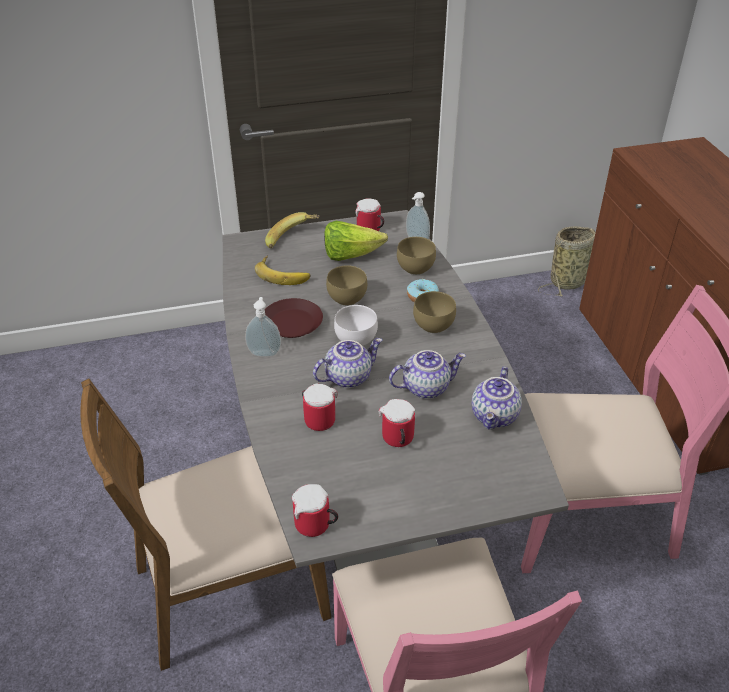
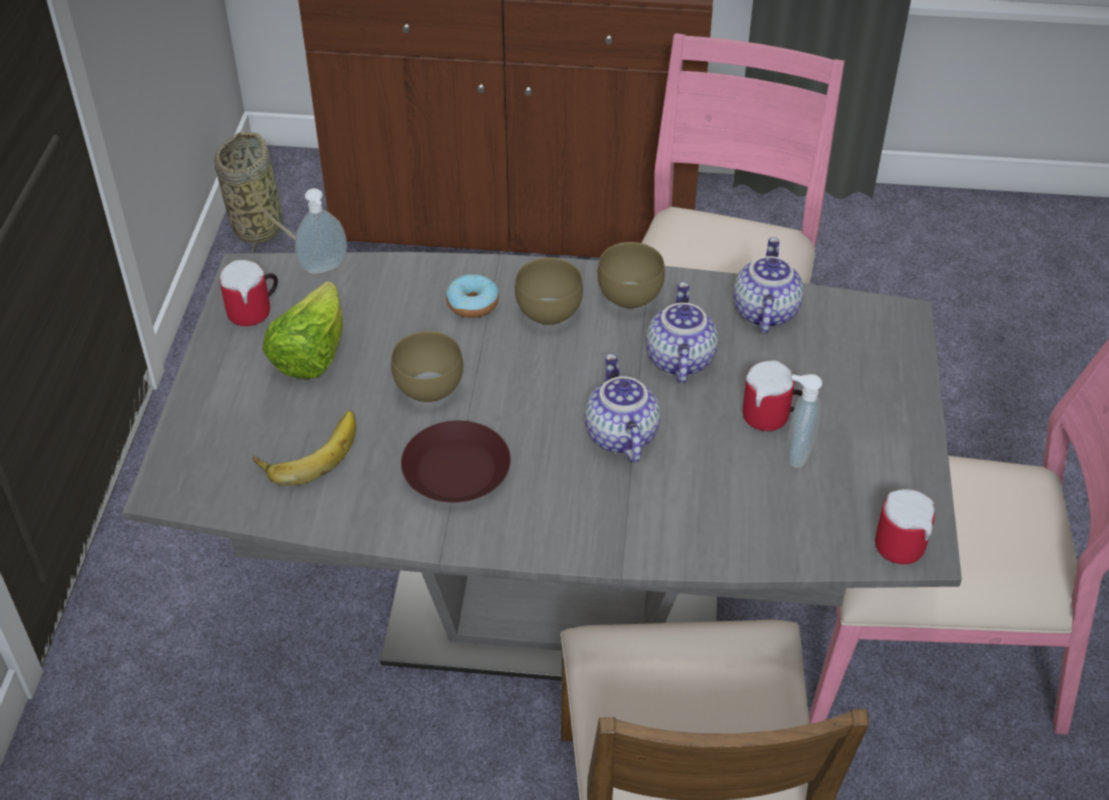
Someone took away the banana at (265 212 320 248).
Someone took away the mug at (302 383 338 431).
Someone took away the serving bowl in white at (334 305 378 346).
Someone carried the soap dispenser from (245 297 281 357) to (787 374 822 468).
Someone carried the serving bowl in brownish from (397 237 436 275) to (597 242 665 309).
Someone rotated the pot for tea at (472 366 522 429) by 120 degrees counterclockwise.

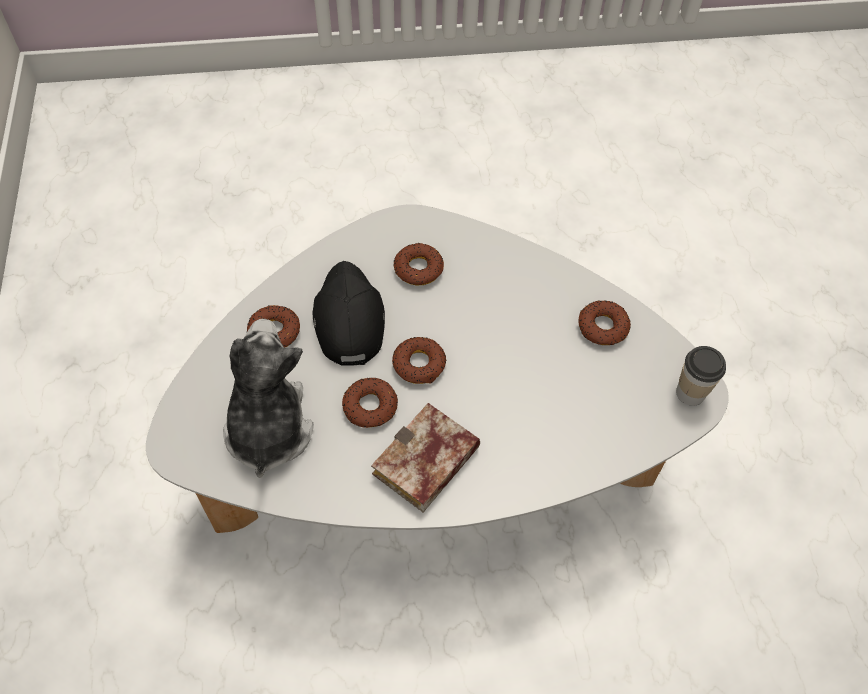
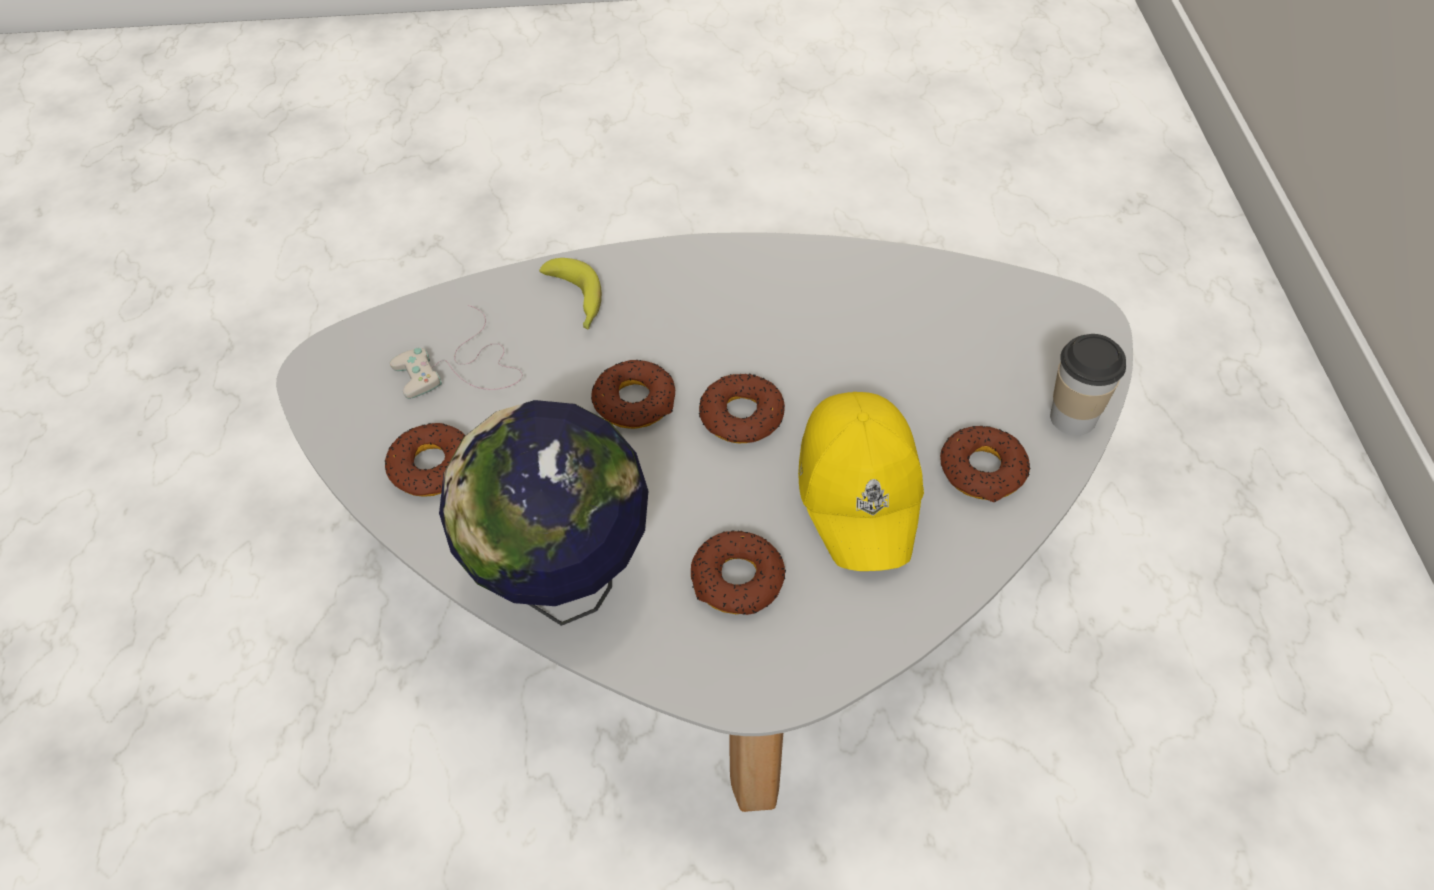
Someone took away the plush toy at (223 319 314 478).
Someone took away the volume at (371 403 480 512).
Someone put down the game controller in white at (390 305 523 399).
Someone put down the desk globe at (439 400 648 626).
Someone put down the banana at (539 258 602 329).
Someone carried the donut from (342 377 398 428) to (591 359 675 429).
Someone carried the small cup from (676 346 726 406) to (1050 334 1126 435).
Someone repainted the baseball cap in black at (313 261 385 366), which became the baseball cap in yellowish at (798 392 924 571).

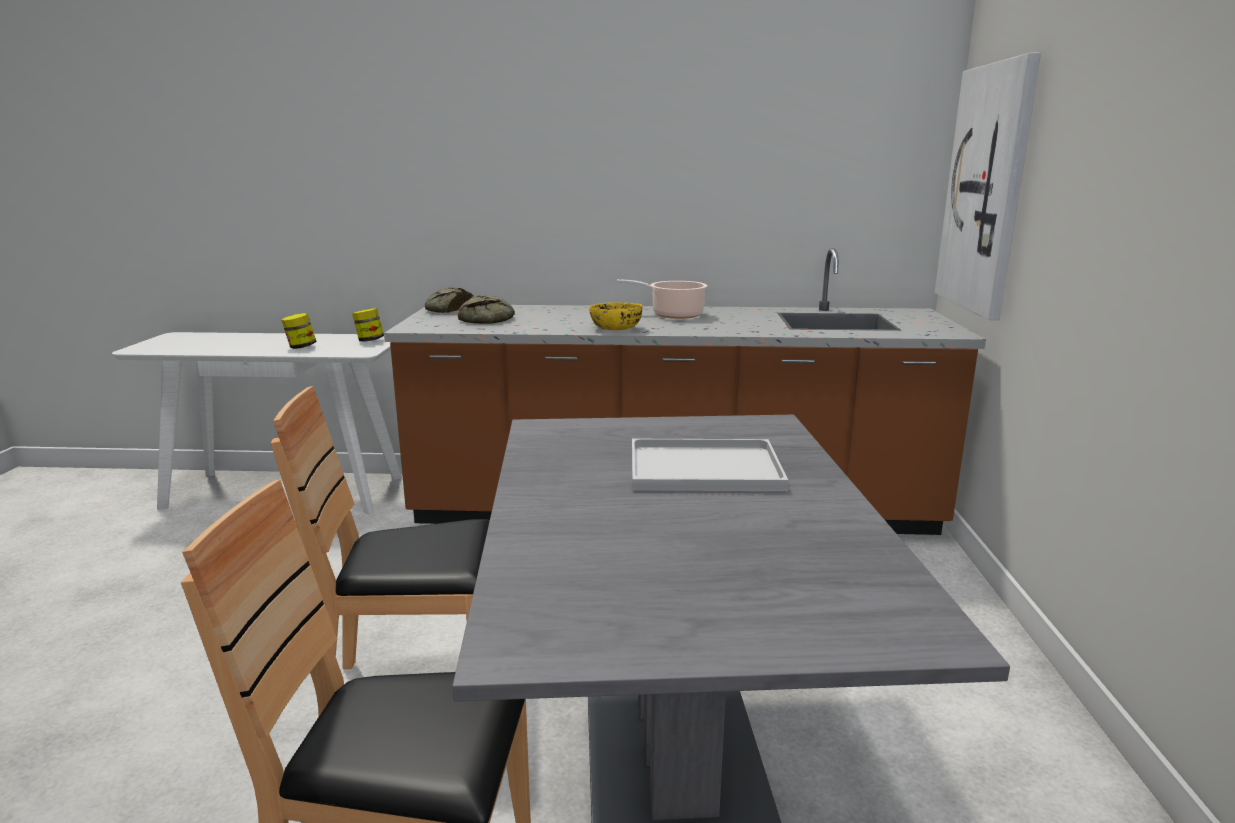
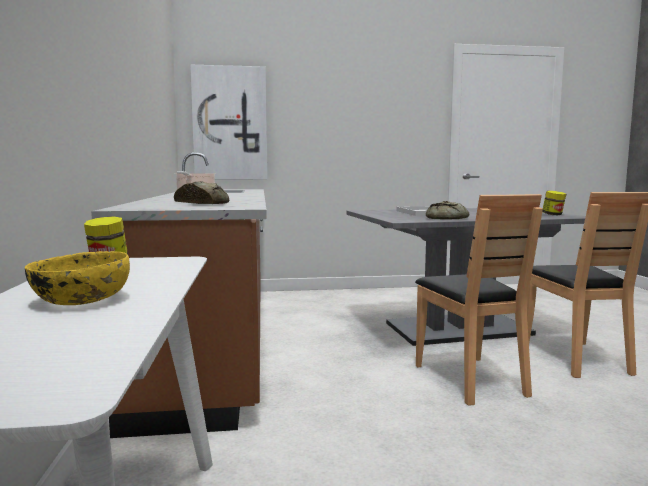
Someone carried the storage jar from (281 313 317 349) to (542 191 566 215).
Someone carried the bakery bread from (425 288 473 313) to (426 201 469 220).
Someone carried the serving bowl in yellowish from (589 302 642 330) to (25 251 130 305).

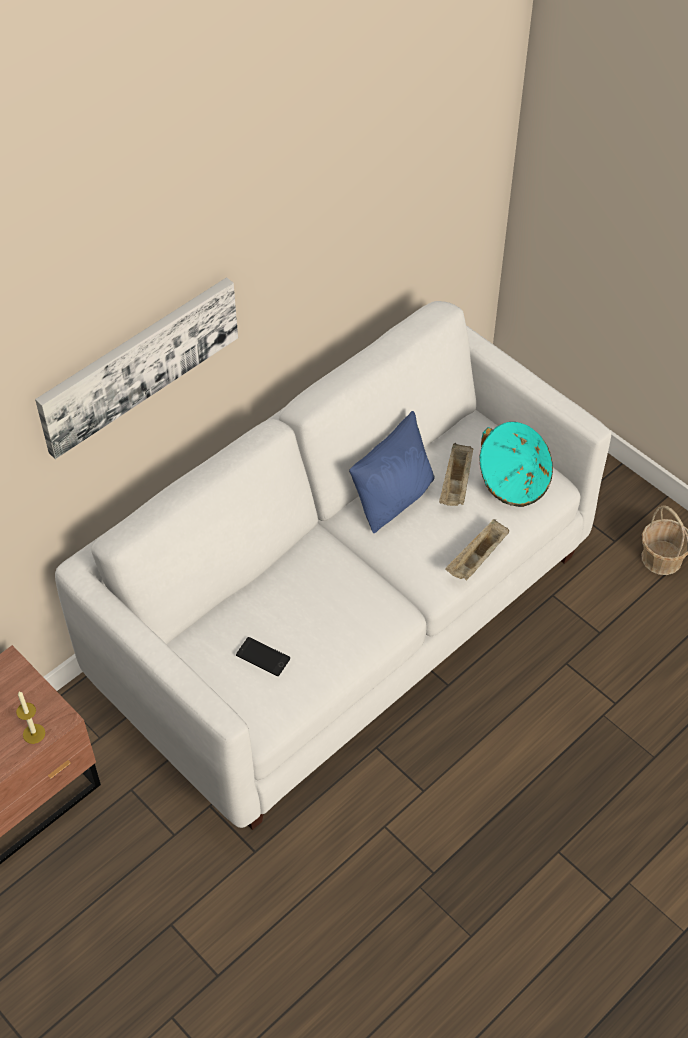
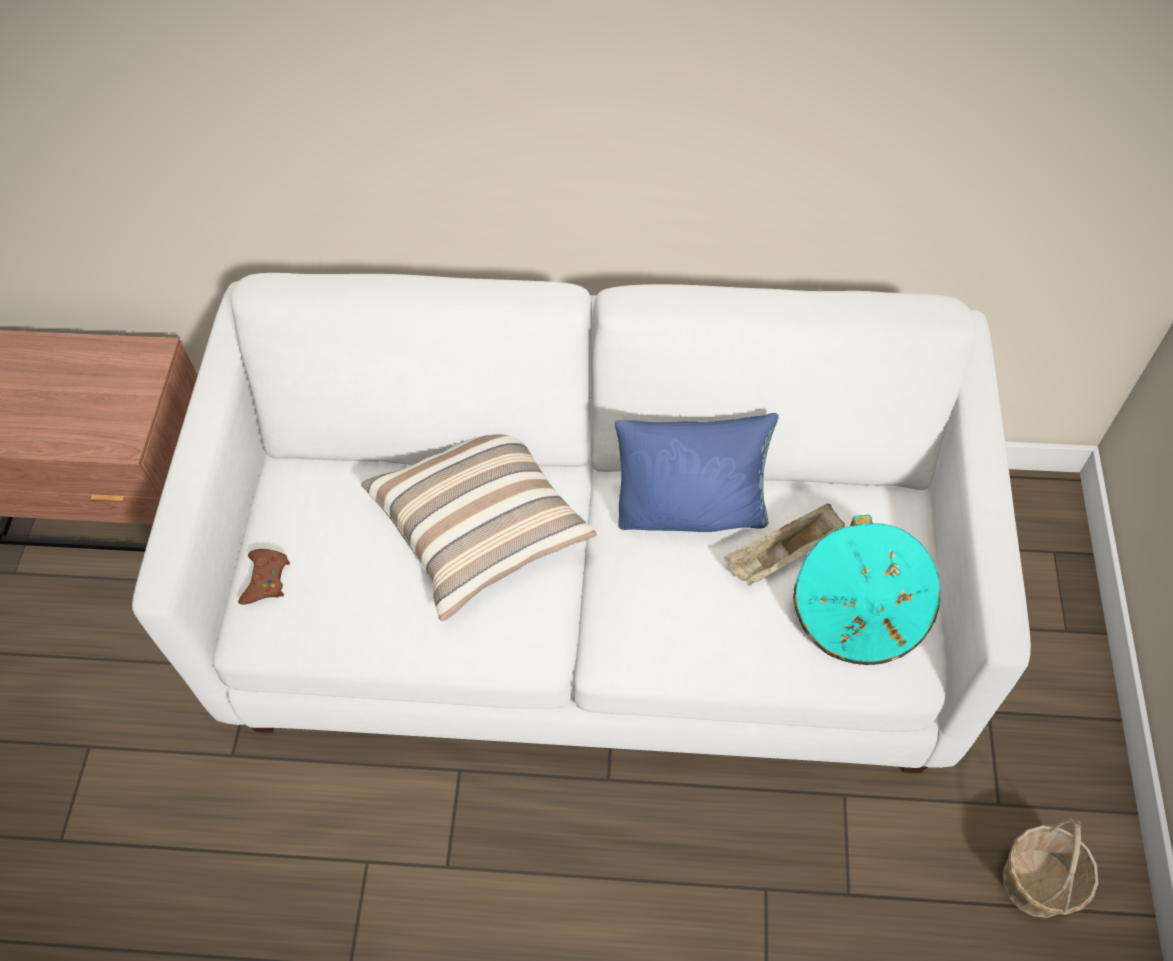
Someone took away the wax light at (16 691 45 744).
Someone took away the wall art at (35 277 238 459).
Someone took away the phone at (236 637 290 676).
Someone took away the carrying tray in sand-coloured at (445 519 509 581).
Someone put down the game controller in brownish at (238 549 290 605).
Someone put down the throw pillow at (361 434 597 621).

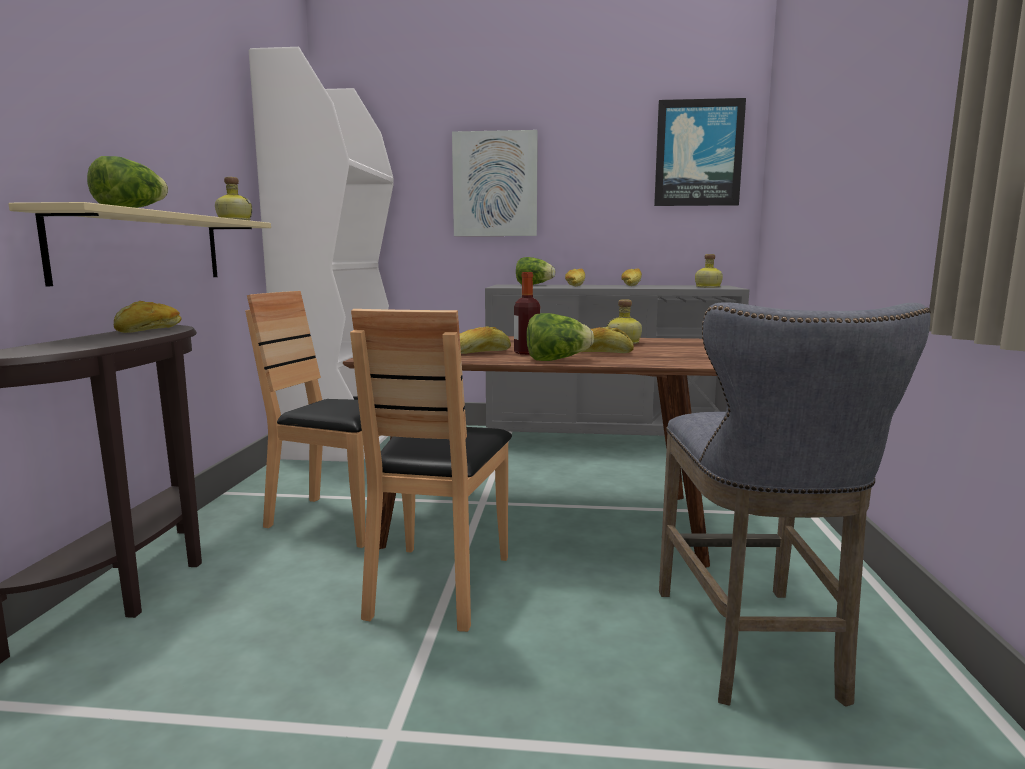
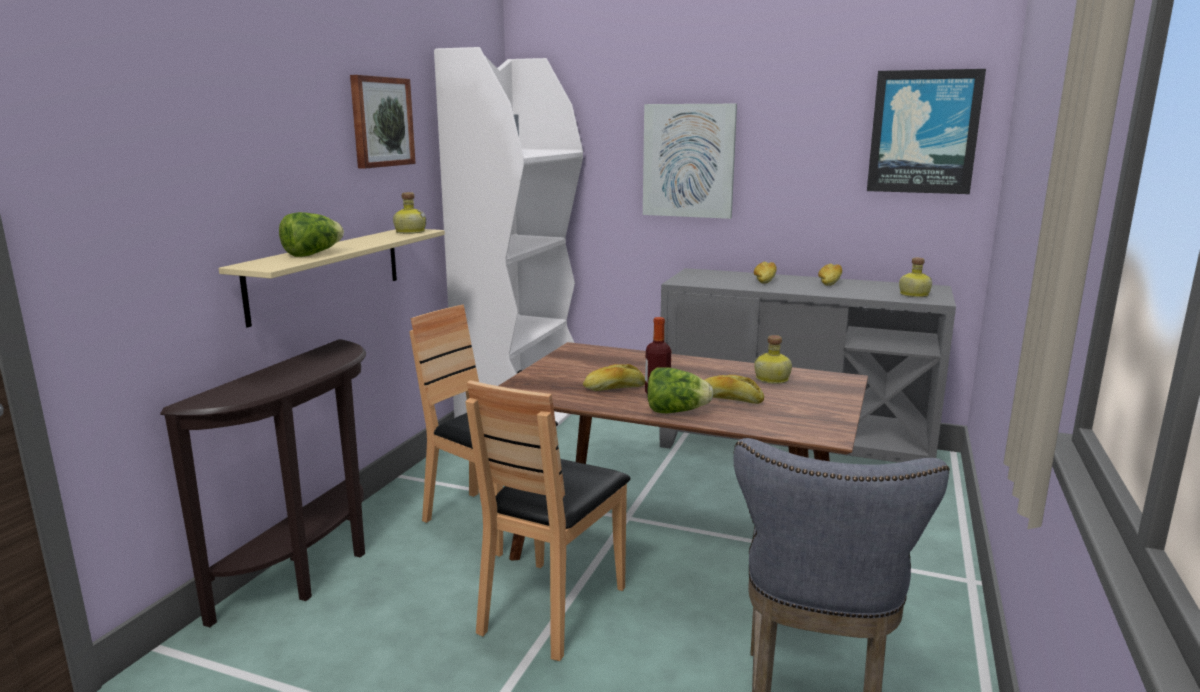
Someone took away the bakery bread at (114 301 181 333).
Someone took away the lettuce at (516 257 555 285).
Someone put up the wall art at (350 75 416 169).

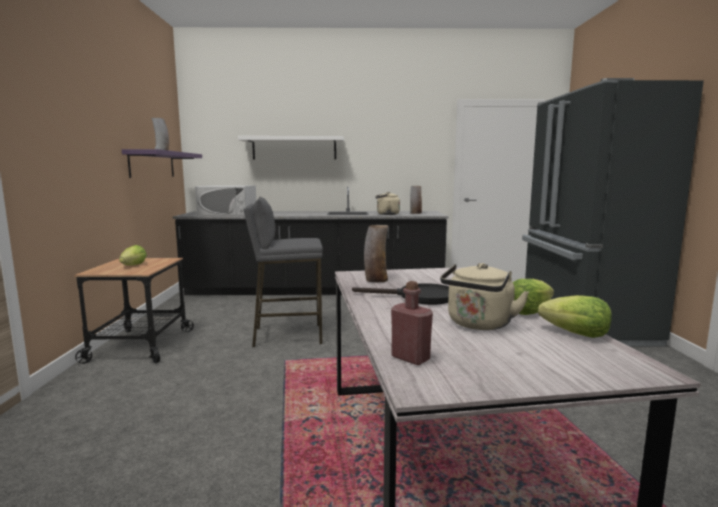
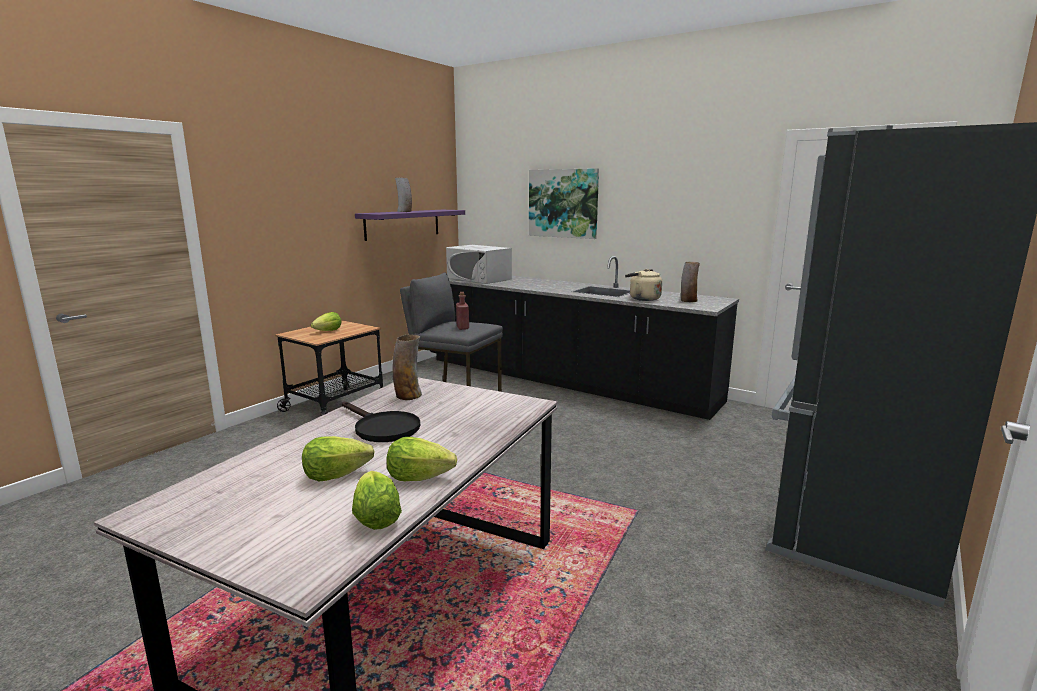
Someone carried the bottle in reddish from (391 281 433 365) to (456 292 469 330).
Someone swapped the shelf in white at (238 136 344 159) for the wall art at (529 168 599 239).
Someone swapped the kettle in sand-coloured at (440 263 529 330) for the lettuce at (302 436 374 481).

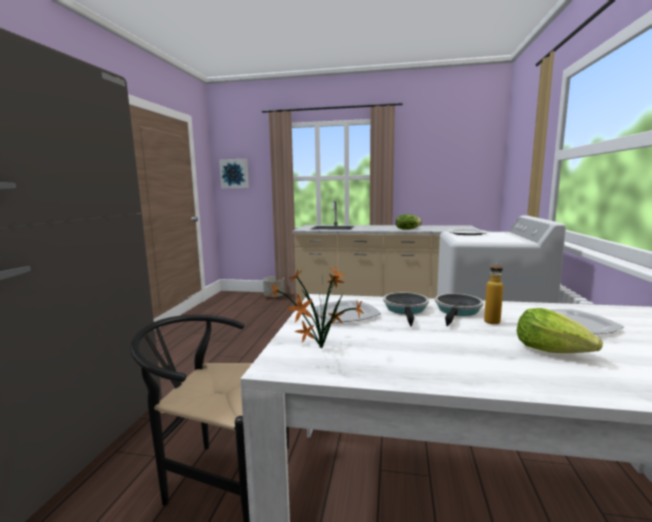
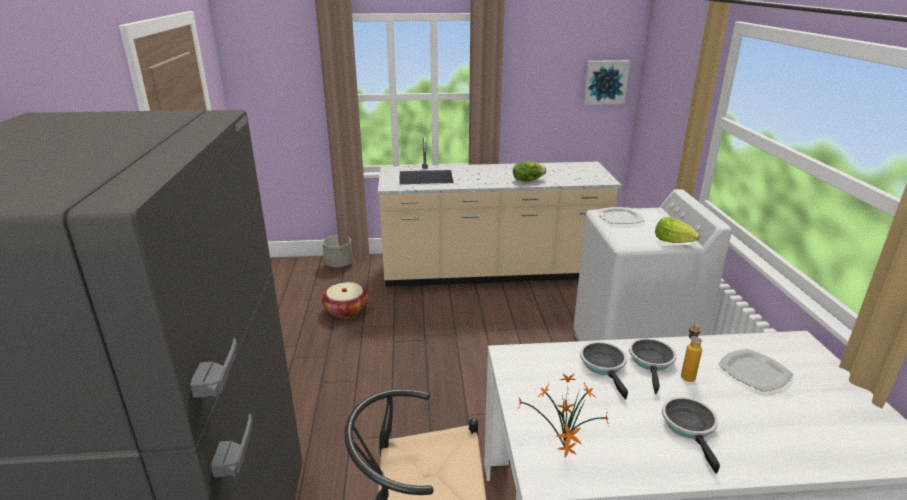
Someone took away the flat dish at (315 300 381 323).
Someone put down the storage basket at (322 282 369 318).
Someone put down the pan at (662 397 720 474).
Someone carried the wall art from (219 159 249 189) to (583 60 630 105).
Someone carried the lettuce from (517 308 603 353) to (655 217 700 243).

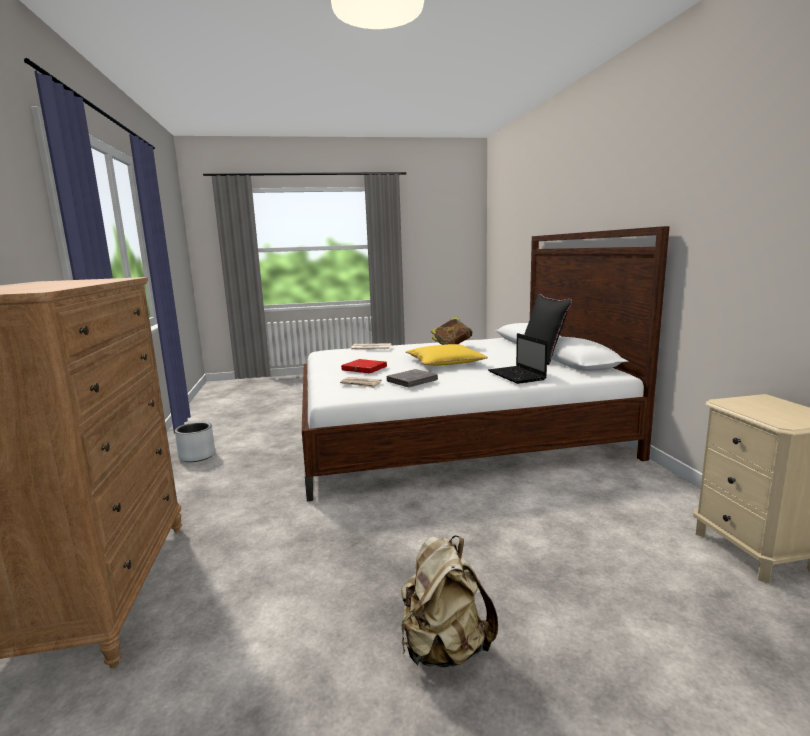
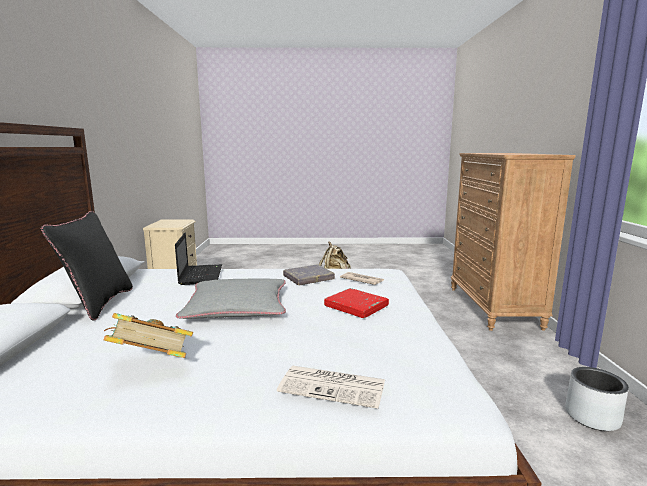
Someone repainted the throw pillow in yellowish at (406 344 488 366), which became the throw pillow in gray at (176 278 286 319).

